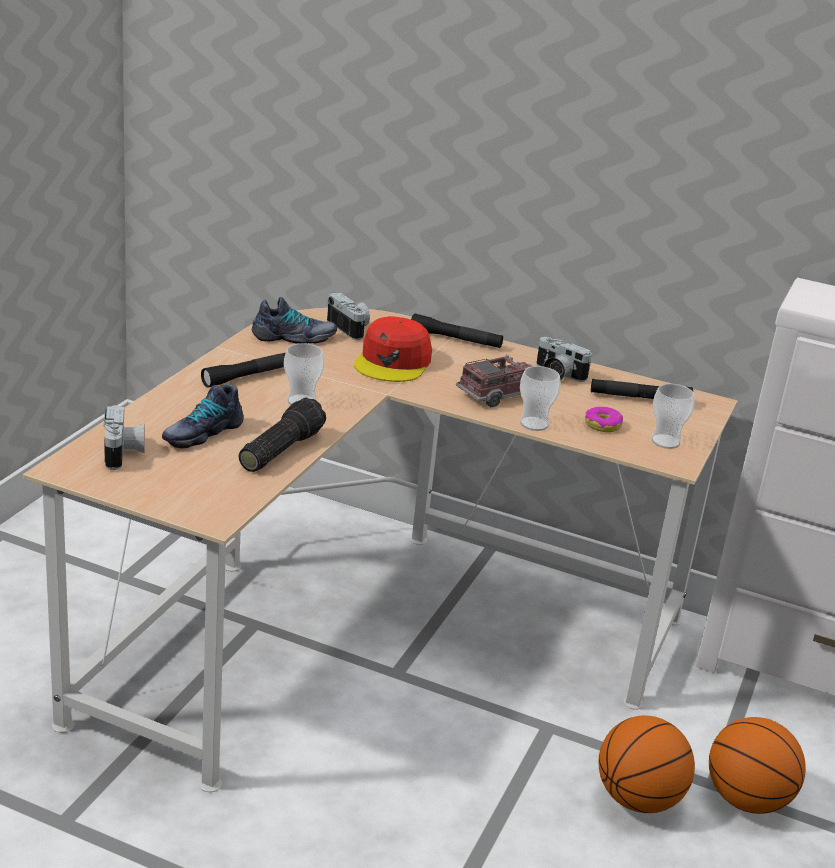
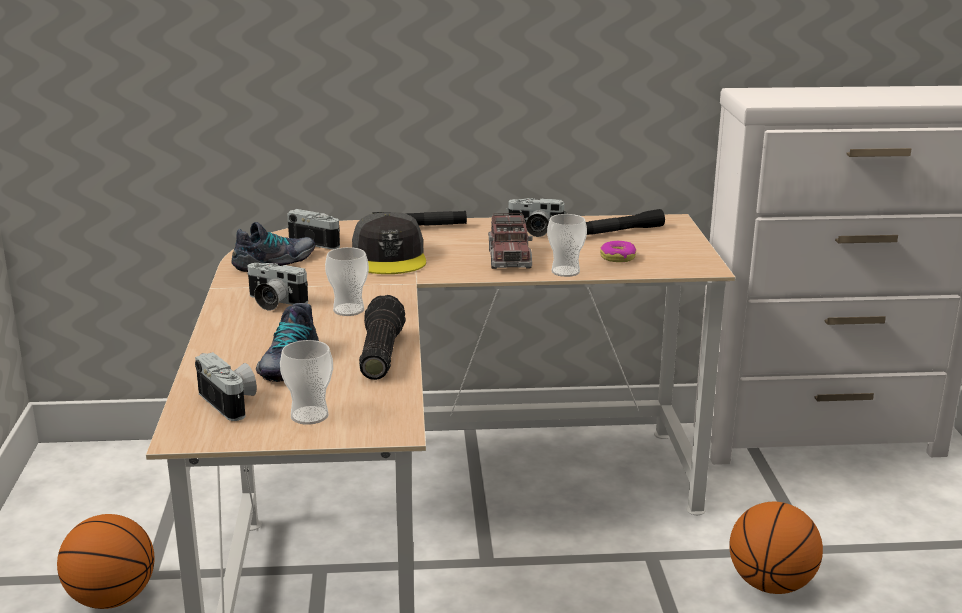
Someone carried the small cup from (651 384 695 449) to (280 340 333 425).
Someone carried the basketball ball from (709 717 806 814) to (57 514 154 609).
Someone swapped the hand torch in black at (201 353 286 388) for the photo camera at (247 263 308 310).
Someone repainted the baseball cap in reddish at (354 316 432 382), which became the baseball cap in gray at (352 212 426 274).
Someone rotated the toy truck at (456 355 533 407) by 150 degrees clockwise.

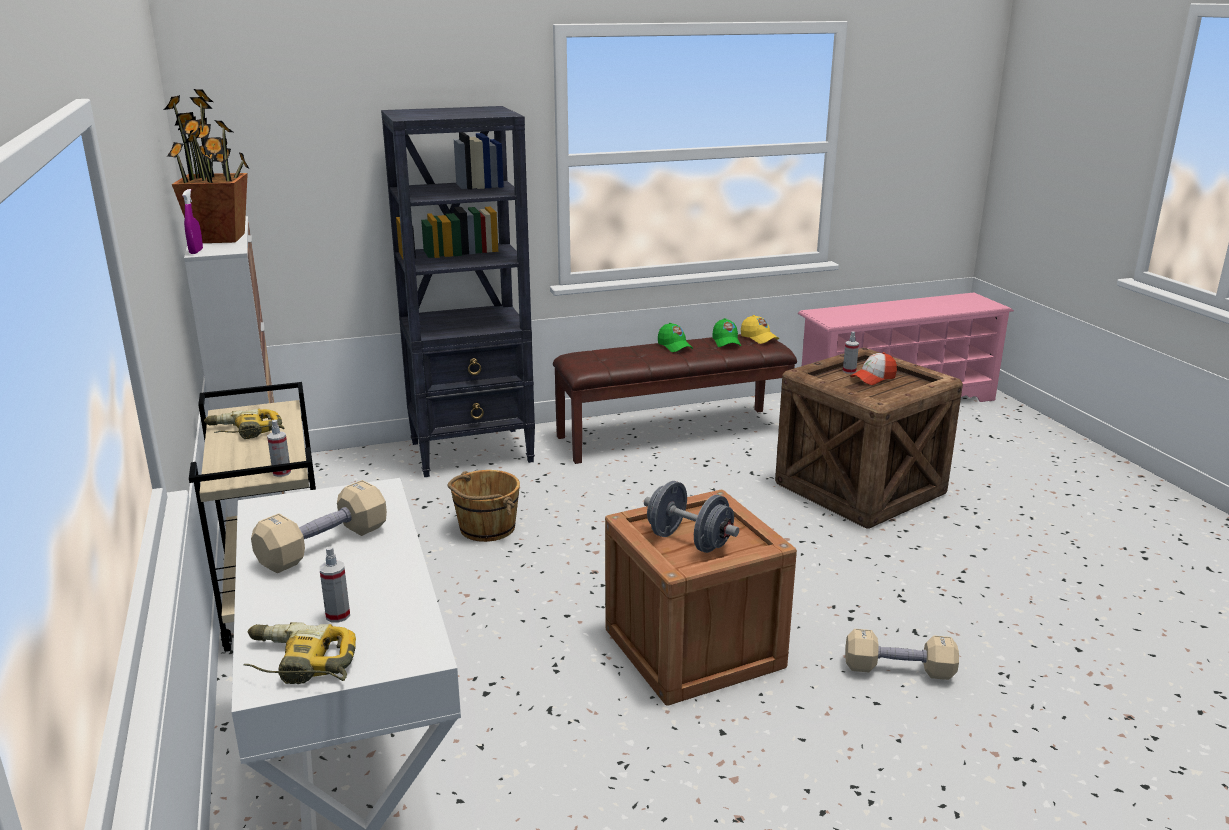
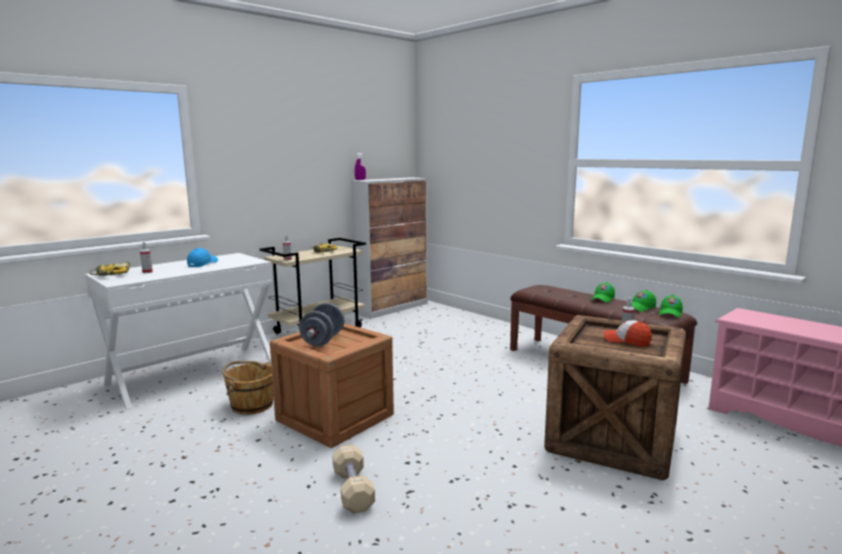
Someone took away the houseplant at (164 89 249 243).
Someone took away the shelving unit in black at (381 106 535 477).
Someone carried the pail in brownish from (448 470 520 542) to (222 361 274 415).
Someone swapped the dumbbell in sand-coloured at (251 480 387 573) for the baseball cap in bluish at (187 248 218 267).
Someone repainted the baseball cap in yellowish at (741 315 779 344), which became the baseball cap in green at (659 295 683 318).

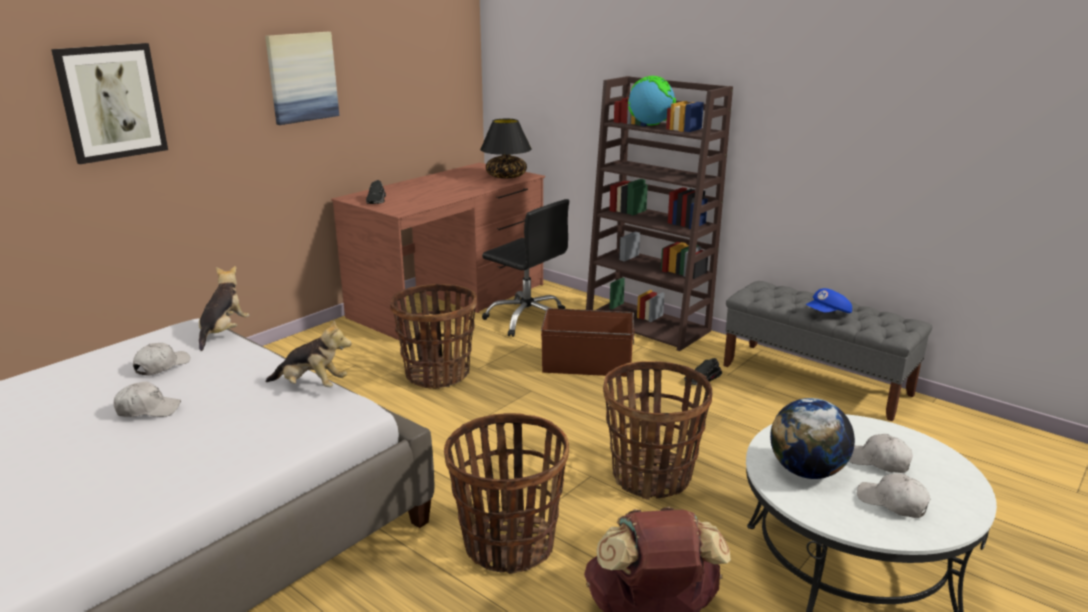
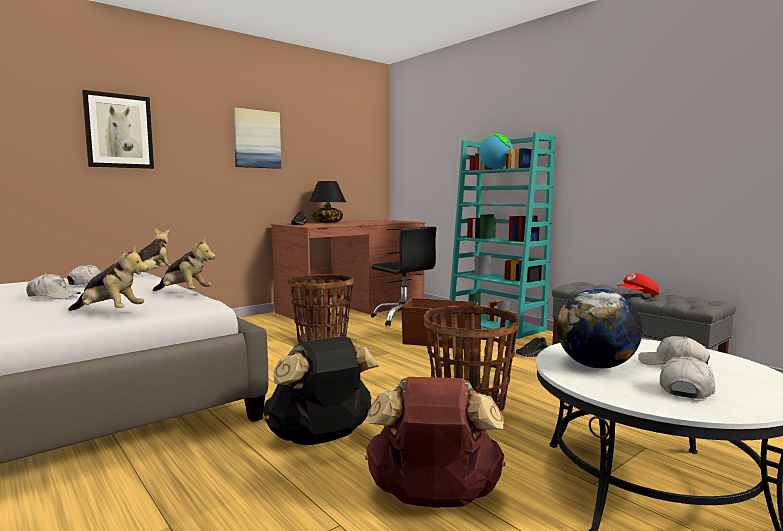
Someone put down the plush toy at (68 245 149 311).
Someone carried the lamp for a table in black from (480 119 532 179) to (309 181 346 223).
Someone swapped the storage basket at (444 413 569 574) for the rucksack in black at (263 337 379 445).
Someone repainted the shelving unit in brownish at (586 76 733 351), which became the shelving unit in turquoise-coloured at (450 132 555 339).
Someone repainted the baseball cap in bluish at (806 288 852 313), which became the baseball cap in reddish at (617 273 659 295).
Someone rotated the baseball cap in white at (857 473 930 518) by 75 degrees clockwise.

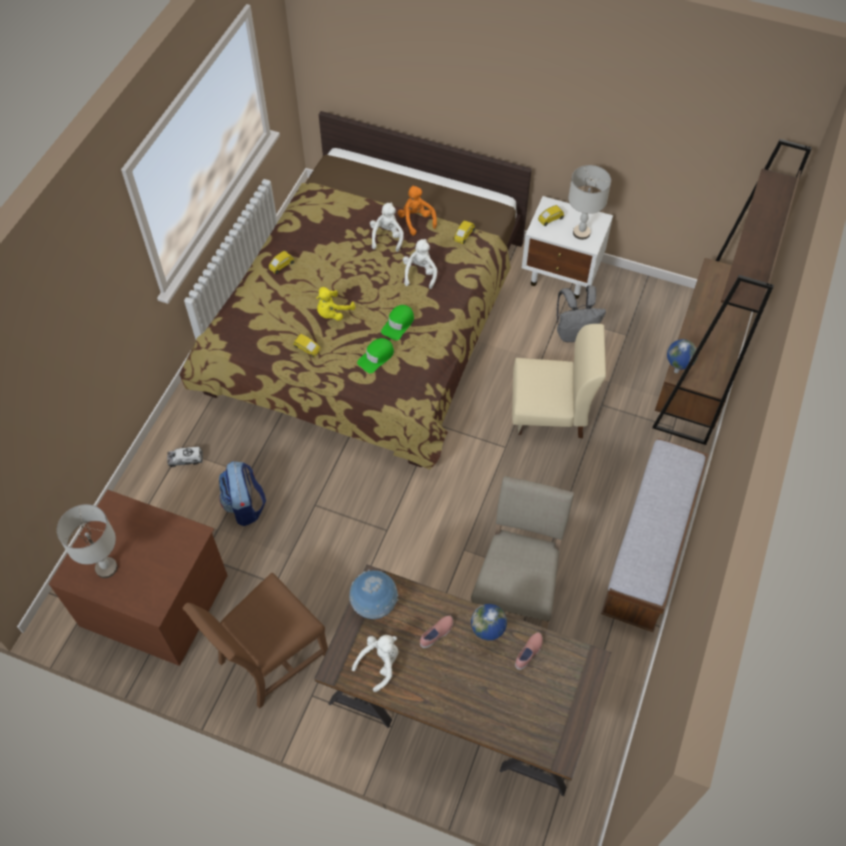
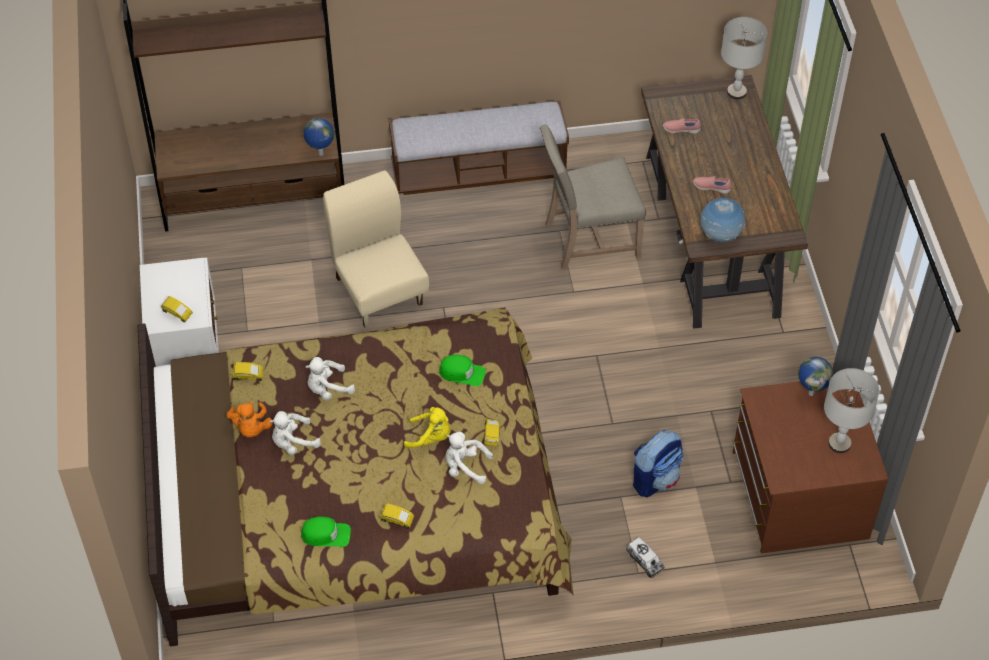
Someone took away the upright chair in brownish at (182 573 328 709).
Someone took away the rucksack in gray at (557 285 606 342).
Someone carried the plush toy in white from (352 635 398 692) to (446 432 493 484).
Someone carried the baseball cap in green from (381 305 414 341) to (301 516 351 547).
Someone carried the desk globe from (471 604 507 640) to (798 357 833 396).
Someone carried the lamp for a table in gray from (568 165 611 240) to (721 17 767 100).
Someone rotated the plush toy in orangey at (398 186 437 235) by 45 degrees counterclockwise.

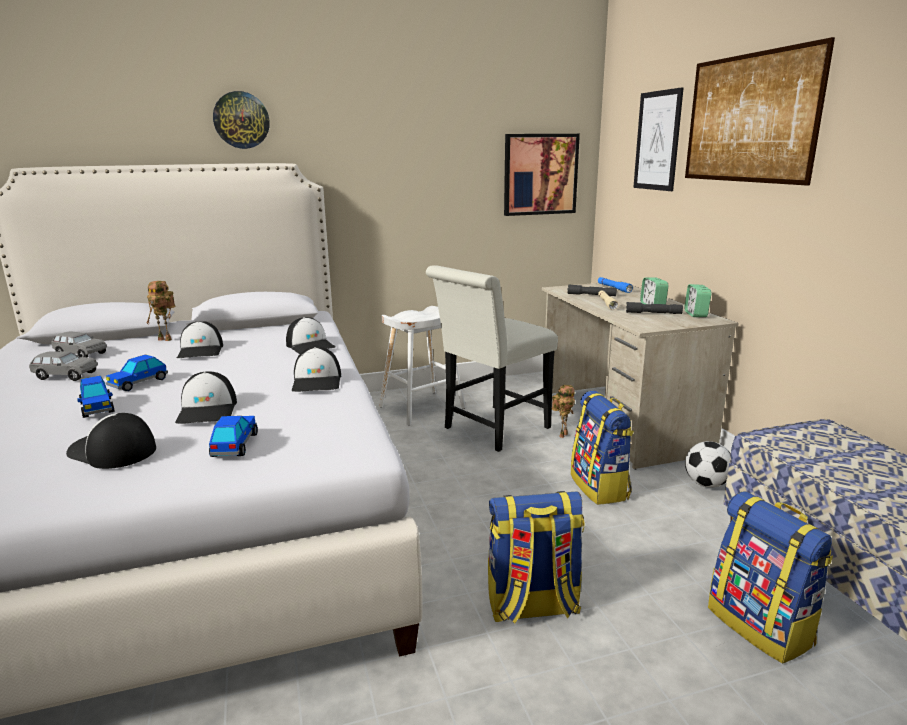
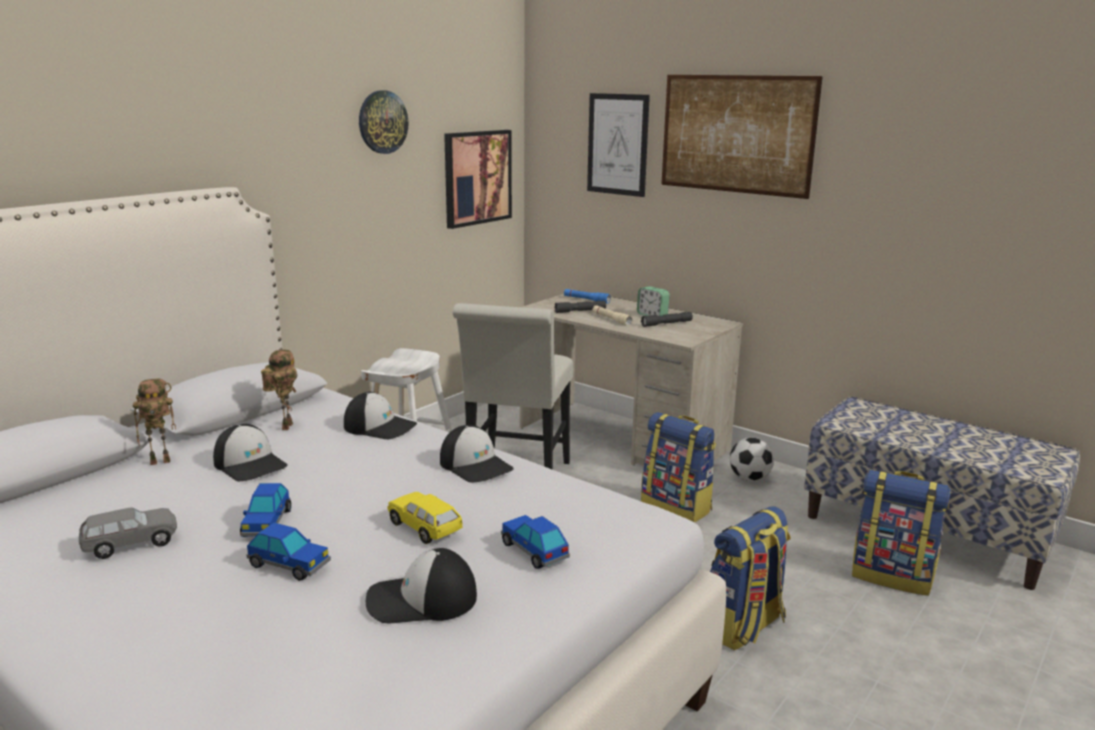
Someone took away the toy car in gray at (51 331 107 357).
Someone took away the alarm clock at (684 284 712 317).
Someone carried the clock on the wall from (213 91 270 149) to (359 90 409 154).
Someone carried the model robot from (552 385 575 438) to (261 350 297 430).
Someone swapped the baseball cap at (175 371 237 424) for the toy car in yellowish at (387 492 462 544).

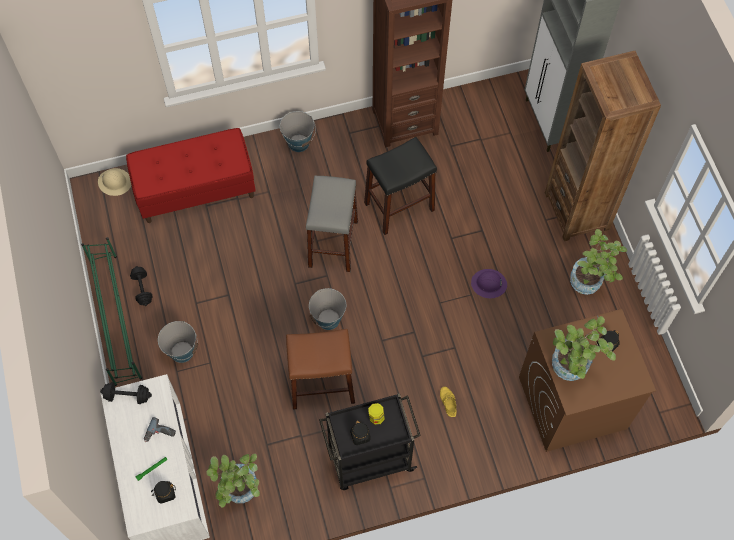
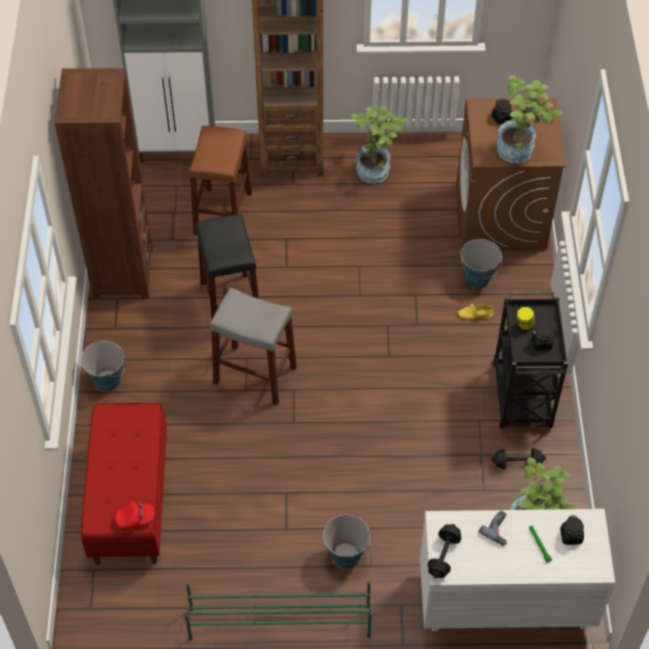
Someone took away the hard hat in sand-coloured at (98 168 131 196).
Someone took away the hard hat in purple-coloured at (471 269 507 298).
Someone put down the baseball cap in reddish at (114 500 155 530).
Someone carried the dumbbell in black from (130 266 153 306) to (491 448 546 469).
Someone carried the stool seat in brownish from (286 329 355 410) to (189 126 252 235).
Someone carried the pail from (309 288 346 330) to (461 239 502 288).

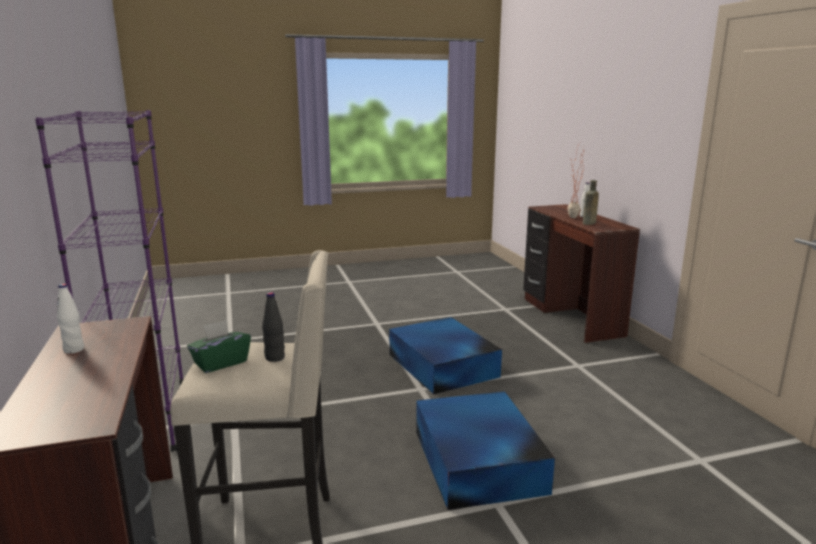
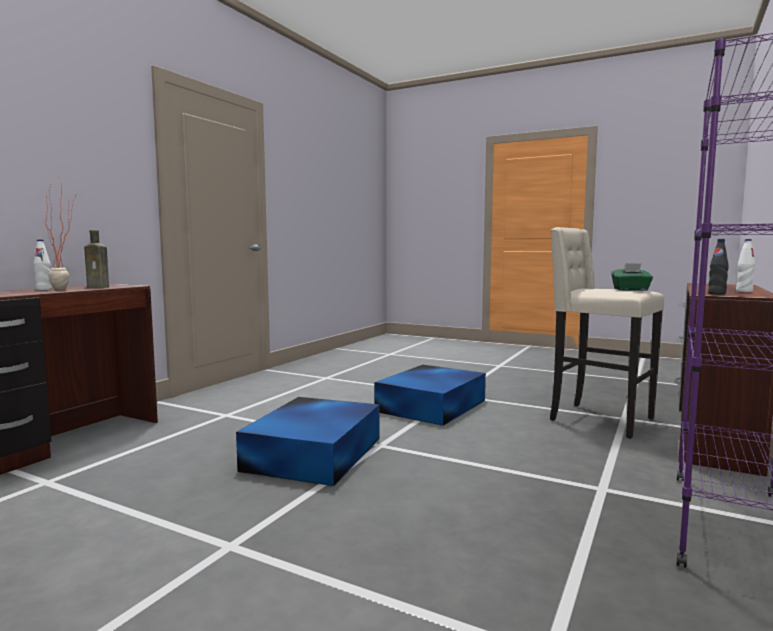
Someone carried the bottle in black from (262 292 285 362) to (708 239 729 294).

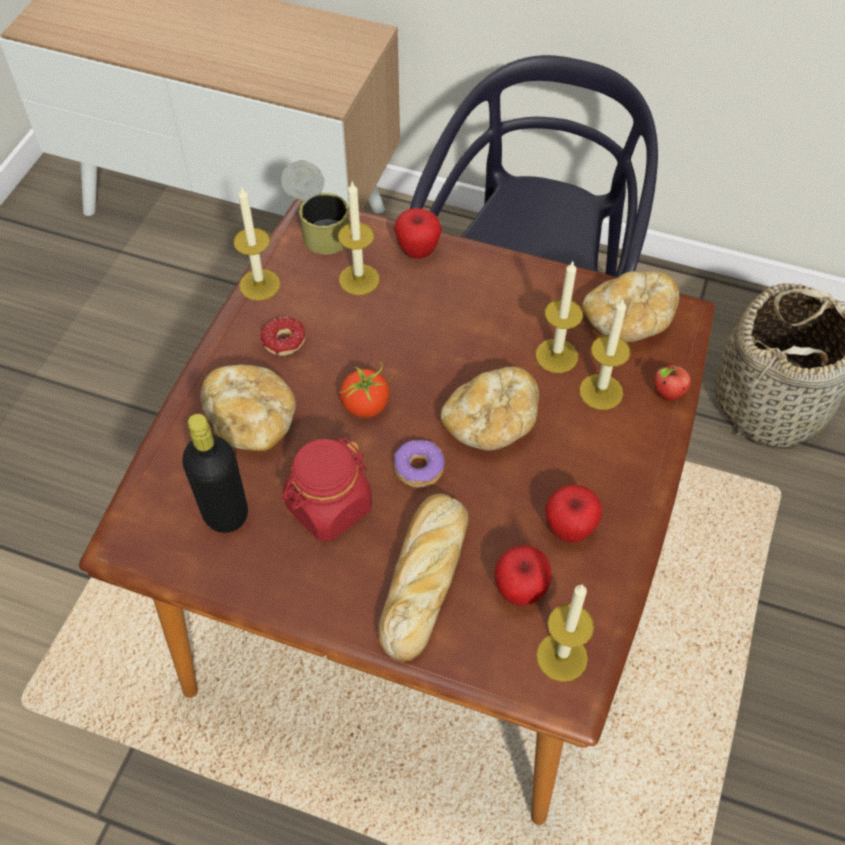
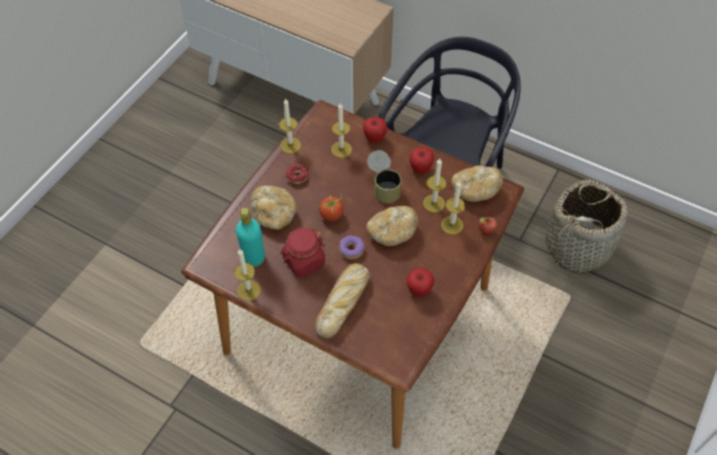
Someone carried the metal can from (281 160 349 255) to (367 150 402 203).
Someone carried the apple from (494 545 551 606) to (409 147 434 174).
Someone carried the wax light from (536 584 594 682) to (234 249 261 301).
Someone repainted the bottle in black at (182 414 248 533), which became the bottle in turquoise-coloured at (236 208 265 267).

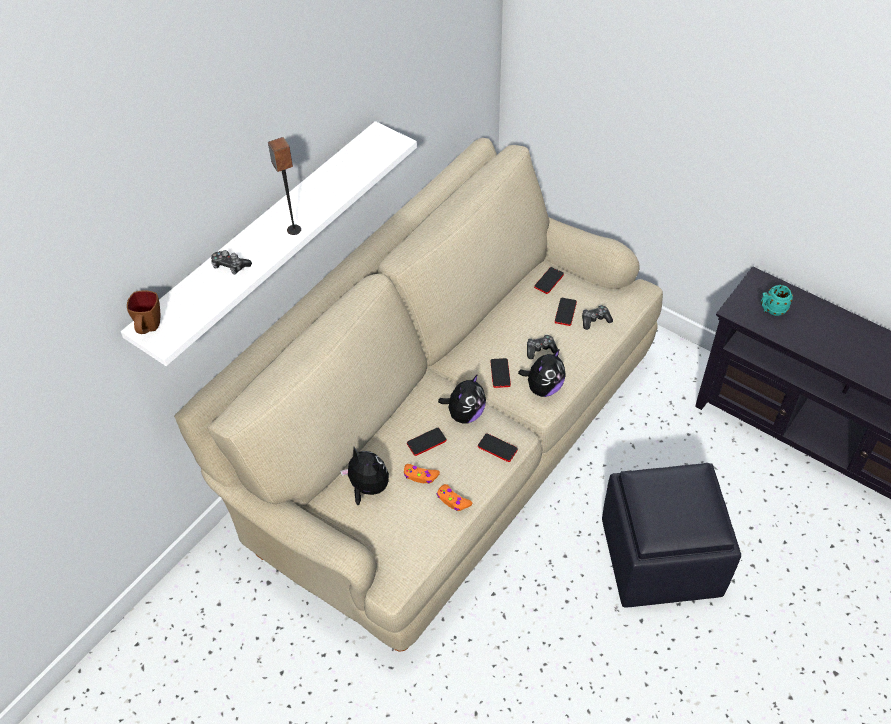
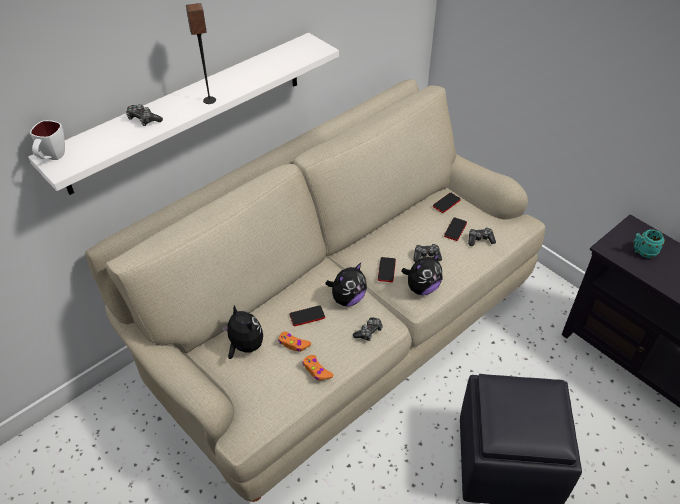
Someone swapped the phone at (478 433 518 462) for the game controller at (353 317 383 341).
Someone repainted the mug in brownish at (127 290 160 334), which became the mug in white at (30 120 65 160).

